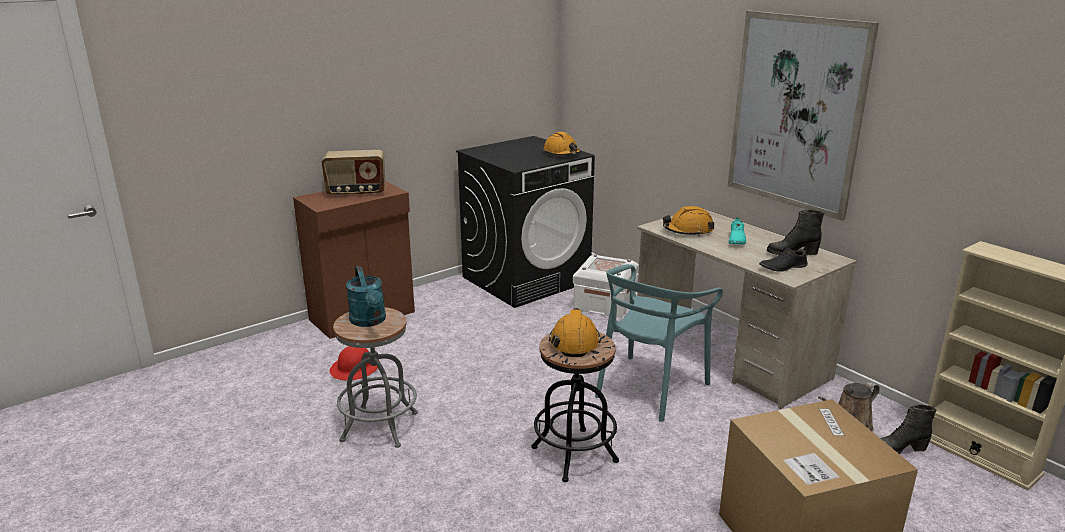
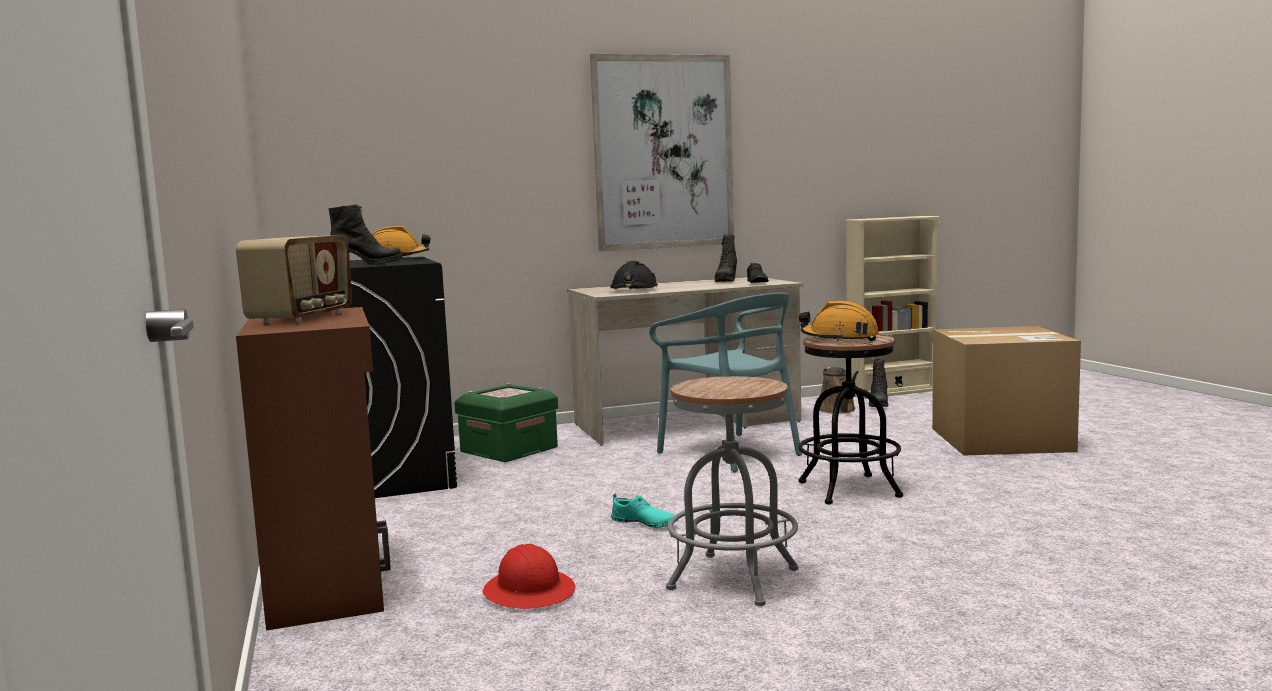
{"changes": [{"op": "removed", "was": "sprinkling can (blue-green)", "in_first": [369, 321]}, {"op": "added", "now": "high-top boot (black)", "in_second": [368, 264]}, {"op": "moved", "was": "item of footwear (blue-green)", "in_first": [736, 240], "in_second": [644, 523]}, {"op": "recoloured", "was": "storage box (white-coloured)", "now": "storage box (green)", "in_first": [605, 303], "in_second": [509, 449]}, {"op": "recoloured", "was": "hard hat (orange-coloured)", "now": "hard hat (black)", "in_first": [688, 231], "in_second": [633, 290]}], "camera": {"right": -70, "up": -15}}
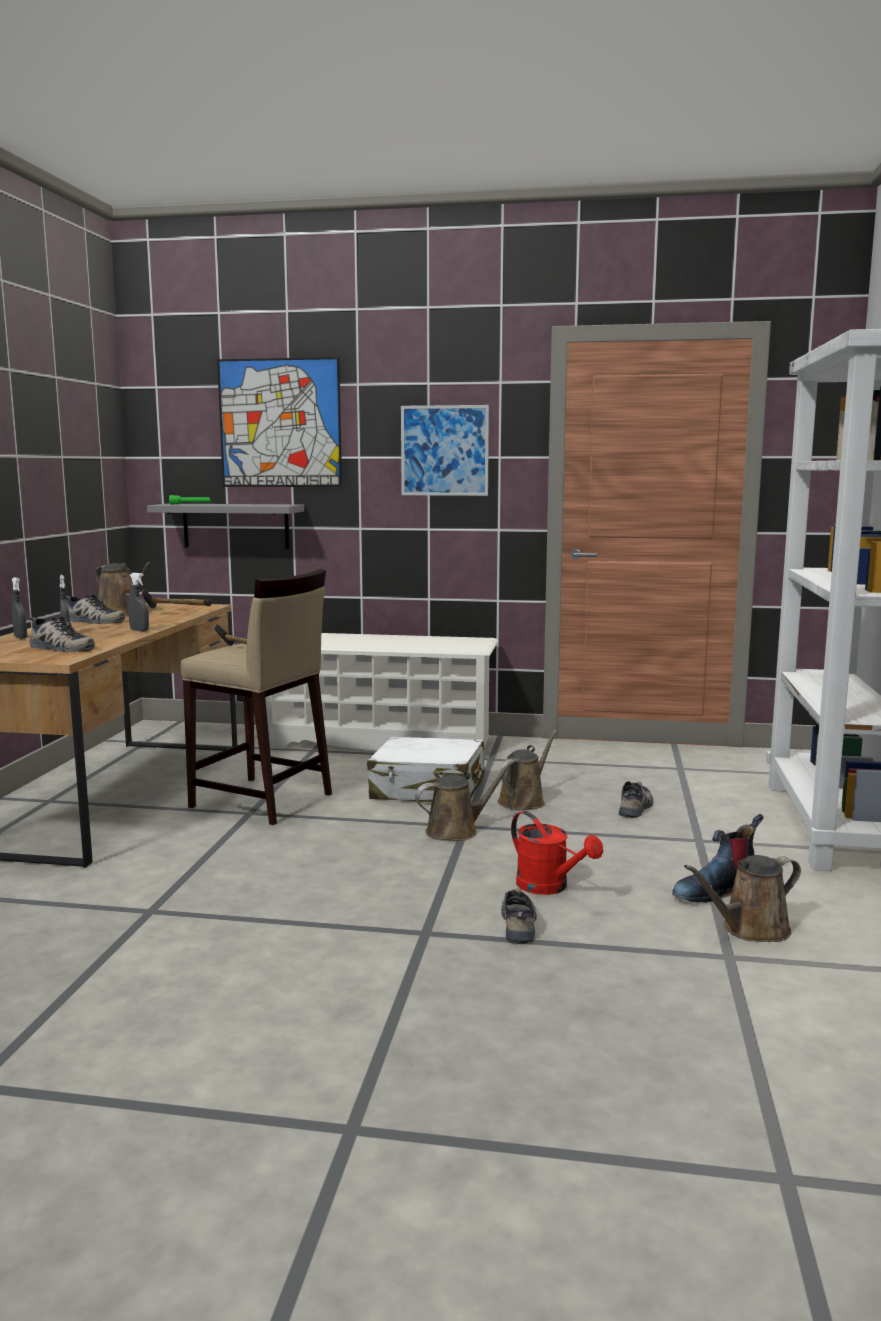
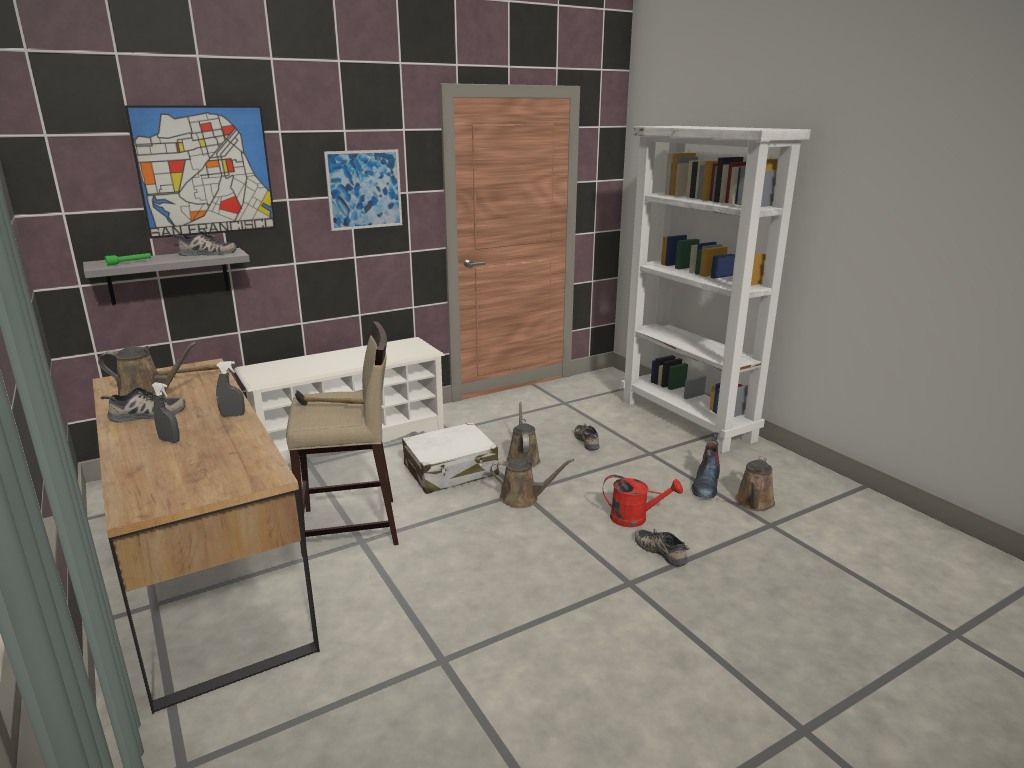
{"changes": [{"op": "removed", "was": "spray bottle (greyish)", "in_first": [20, 637]}, {"op": "moved", "was": "item of footwear", "in_first": [59, 648], "in_second": [206, 254]}, {"op": "turned", "was": "sprinkling can (brownish)", "in_first": [456, 831], "in_second": [523, 498], "clockwise": 75}], "camera": {"right": -40, "up": 10}}
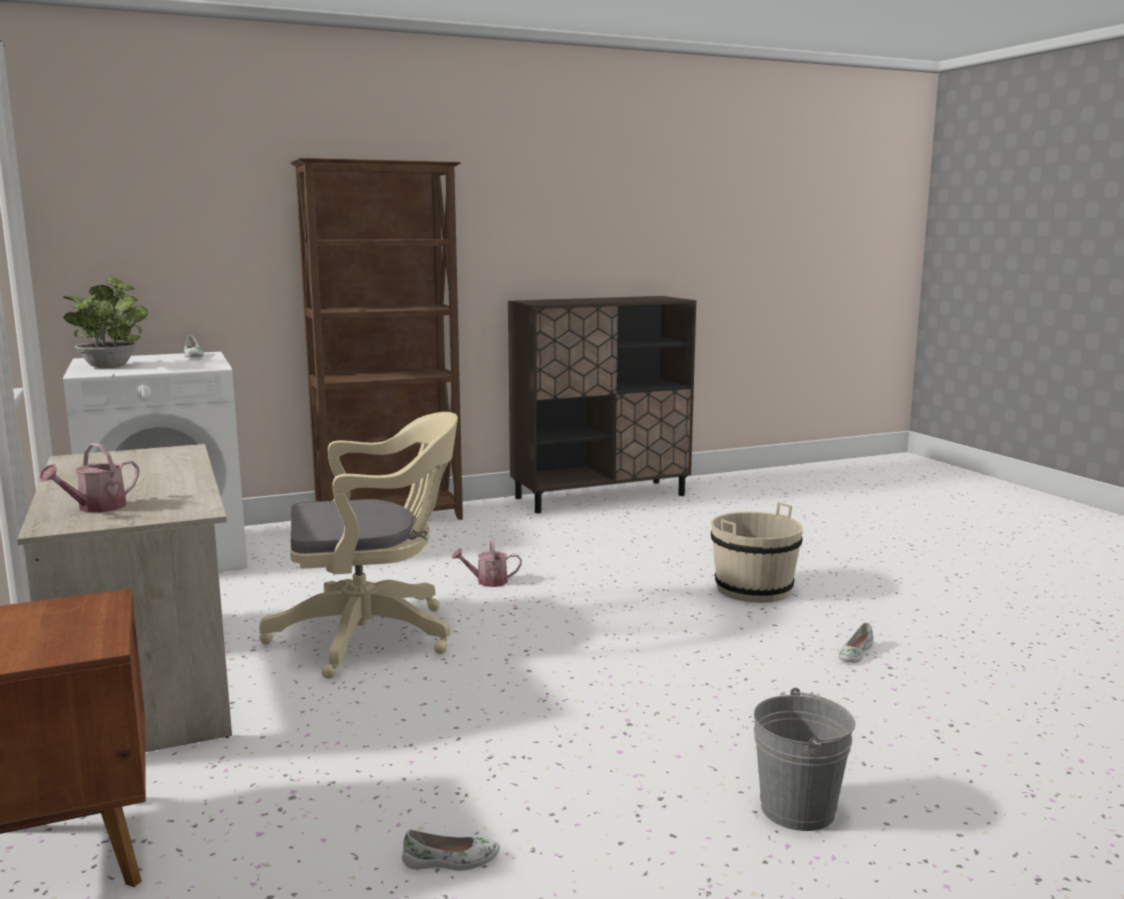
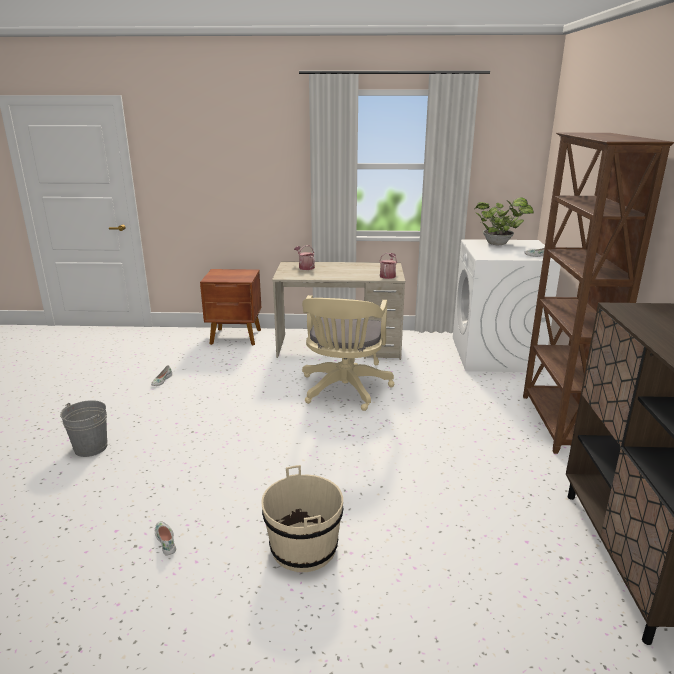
{"changes": [{"op": "moved", "was": "sprinkling can", "in_first": [487, 581], "in_second": [388, 275]}], "camera": {"right": 115, "up": 10}}
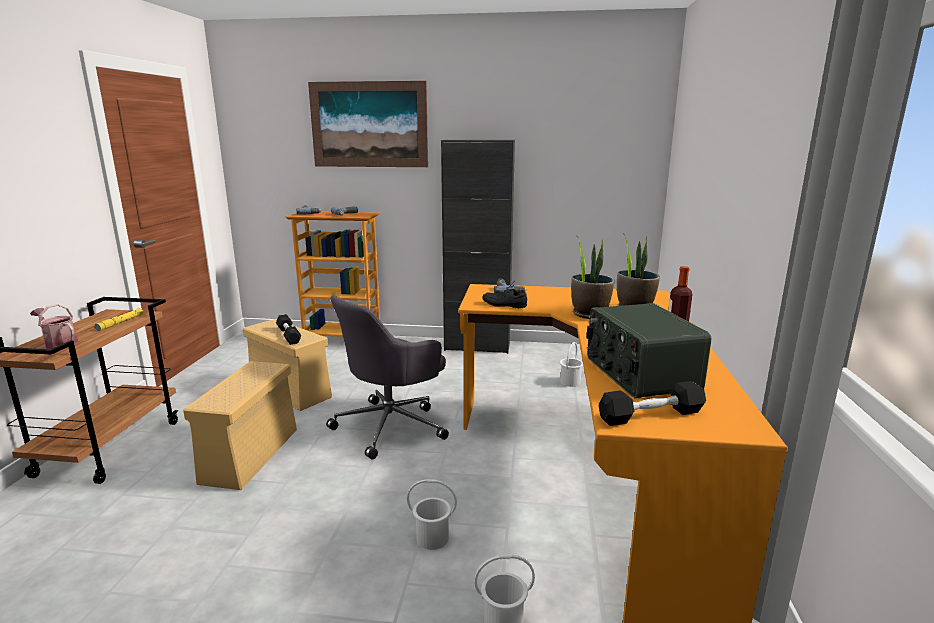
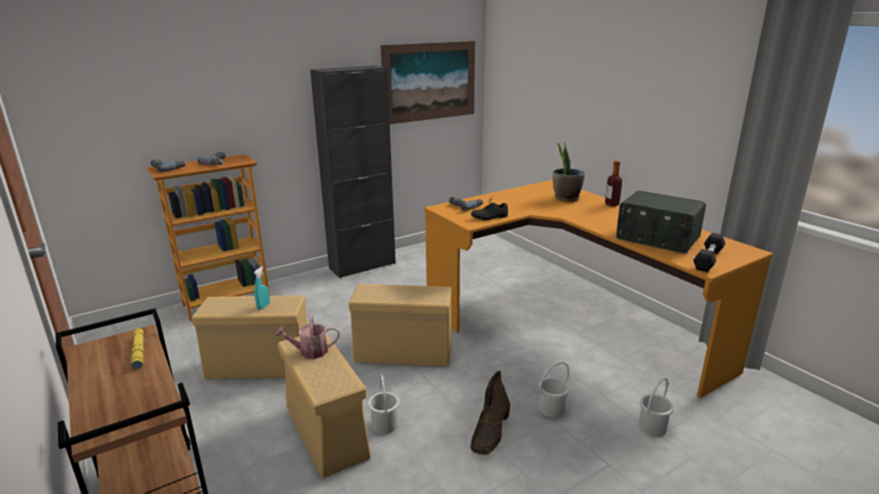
{"changes": [{"op": "removed", "was": "plant in a pot", "in_first": [589, 314]}, {"op": "added", "now": "high-top boot (brownish)", "in_second": [490, 432]}, {"op": "moved", "was": "sprinkling can", "in_first": [59, 343], "in_second": [309, 351]}, {"op": "moved", "was": "picture", "in_first": [369, 125], "in_second": [430, 81]}, {"op": "moved", "was": "water bucket (white-coloured)", "in_first": [570, 382], "in_second": [384, 425]}, {"op": "replaced", "was": "free weight (black)", "now": "spray bottle (blue-green)", "in_first": [289, 335], "in_second": [263, 306]}, {"op": "replaced", "was": "office chair (greyish)", "now": "storage box (beige-coloured)", "in_first": [391, 426], "in_second": [402, 353]}], "camera": {"right": -40, "up": 5}}
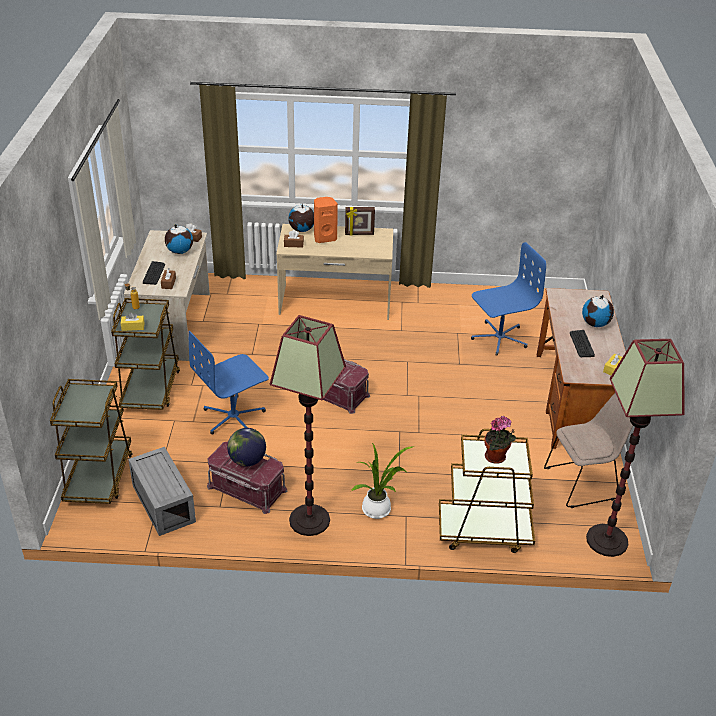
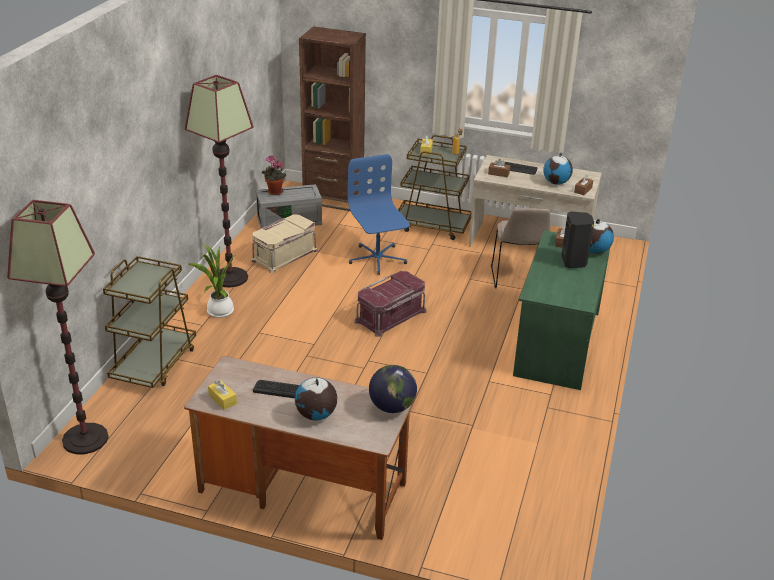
{"changes": [{"op": "removed", "was": "picture frame", "in_first": [359, 234]}, {"op": "removed", "was": "office chair (bluish)", "in_first": [499, 338]}, {"op": "moved", "was": "globe", "in_first": [247, 460], "in_second": [392, 407]}, {"op": "moved", "was": "plant in a pot", "in_first": [496, 458], "in_second": [274, 192]}, {"op": "moved", "was": "chair (beige-coloured)", "in_first": [583, 483], "in_second": [518, 278]}, {"op": "replaced", "was": "wheeled cart (brownish)", "now": "shelving unit (brownish)", "in_first": [99, 477], "in_second": [333, 199]}, {"op": "recoloured", "was": "storage box (red)", "now": "storage box (beige-coloured)", "in_first": [246, 489], "in_second": [284, 254]}, {"op": "recoloured", "was": "desk (beige-coloured)", "now": "desk (green)", "in_first": [335, 302], "in_second": [556, 343]}, {"op": "recoloured", "was": "loudspeaker (orange-coloured)", "now": "loudspeaker (black)", "in_first": [324, 238], "in_second": [574, 262]}], "camera": {"right": 105, "up": -5}}
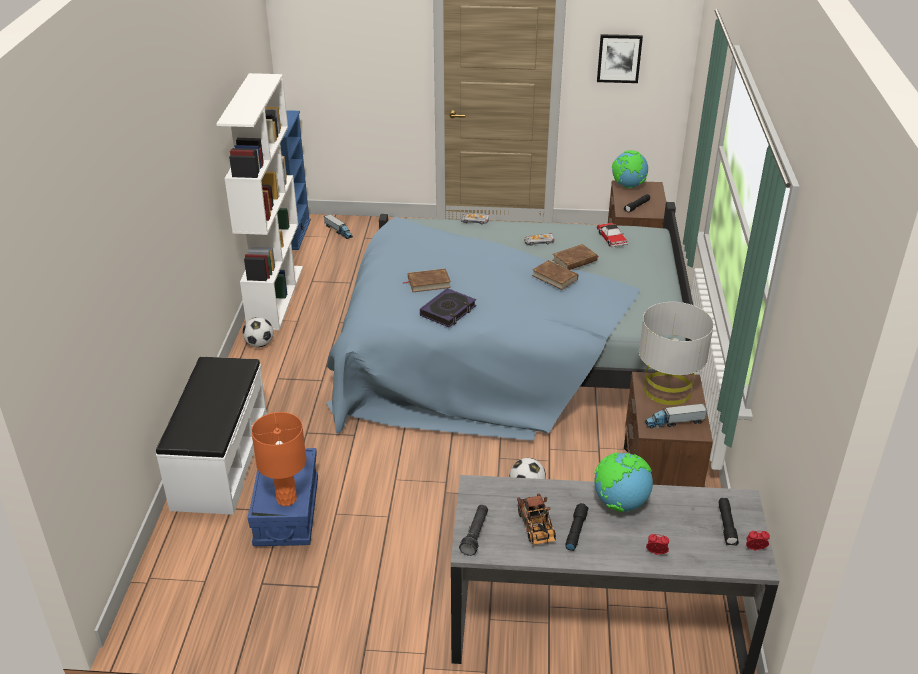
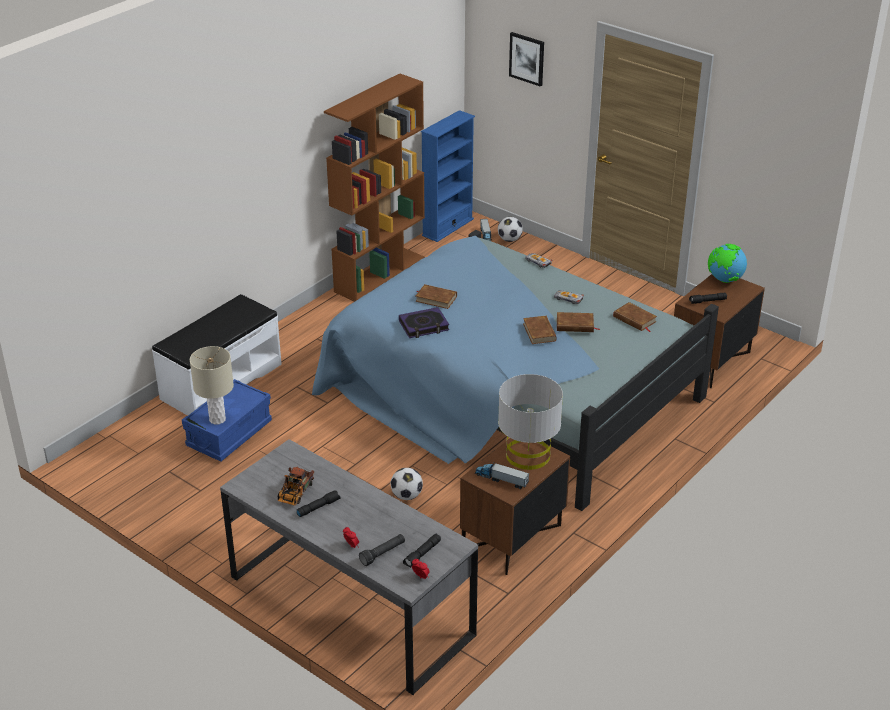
{"changes": [{"op": "removed", "was": "globe", "in_first": [619, 503]}, {"op": "moved", "was": "football ball", "in_first": [259, 344], "in_second": [509, 240]}, {"op": "moved", "was": "hand torch (black)", "in_first": [475, 534], "in_second": [383, 554]}, {"op": "moved", "was": "picture", "in_first": [619, 58], "in_second": [527, 58]}, {"op": "replaced", "was": "miniature car", "now": "volume (brownish)", "in_first": [611, 239], "in_second": [634, 319]}, {"op": "recoloured", "was": "shelving unit (white-coloured)", "now": "shelving unit (brownish)", "in_first": [275, 296], "in_second": [380, 274]}, {"op": "recoloured", "was": "lamp for a table (orange-coloured)", "now": "lamp for a table (beige-coloured)", "in_first": [287, 499], "in_second": [217, 419]}], "camera": {"right": 35, "up": 0}}
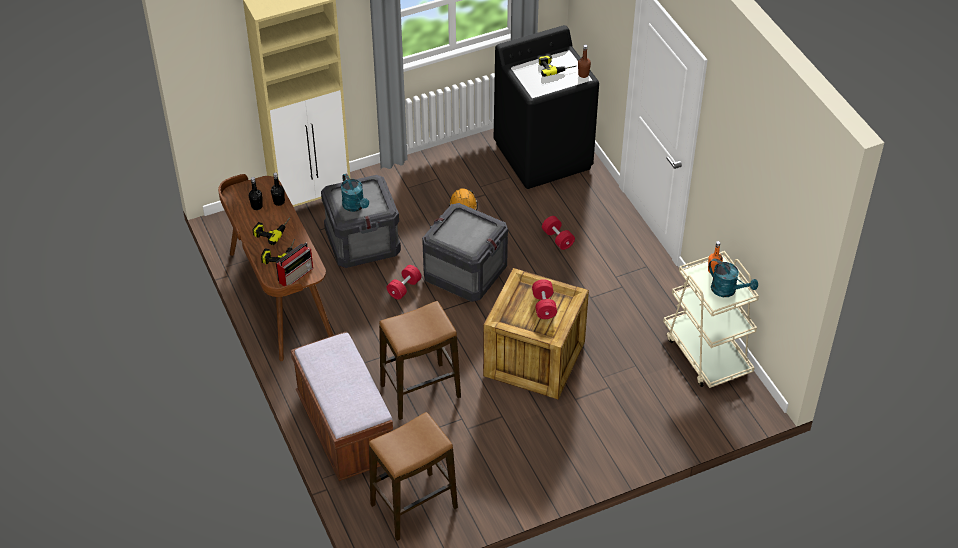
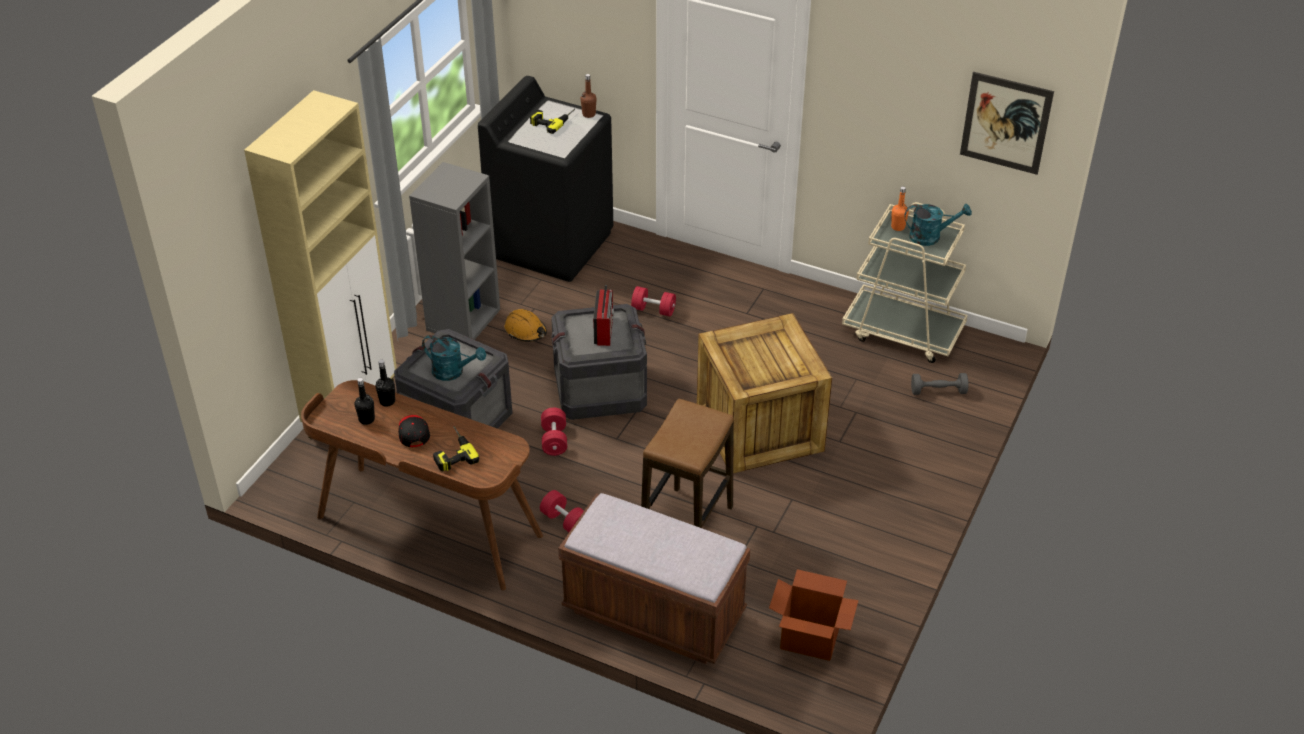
{"changes": [{"op": "added", "now": "shelving unit (greyish)", "in_second": [463, 319]}, {"op": "added", "now": "free weight (greyish)", "in_second": [938, 391]}, {"op": "added", "now": "picture", "in_second": [1005, 123]}, {"op": "moved", "was": "radio set", "in_first": [296, 274], "in_second": [604, 329]}, {"op": "moved", "was": "free weight (red)", "in_first": [544, 306], "in_second": [565, 521]}, {"op": "replaced", "was": "electric drill", "now": "cap (black)", "in_first": [272, 230], "in_second": [413, 433]}, {"op": "replaced", "was": "stool seat", "now": "carton", "in_first": [414, 506], "in_second": [810, 639]}], "camera": {"right": -40, "up": -5}}
